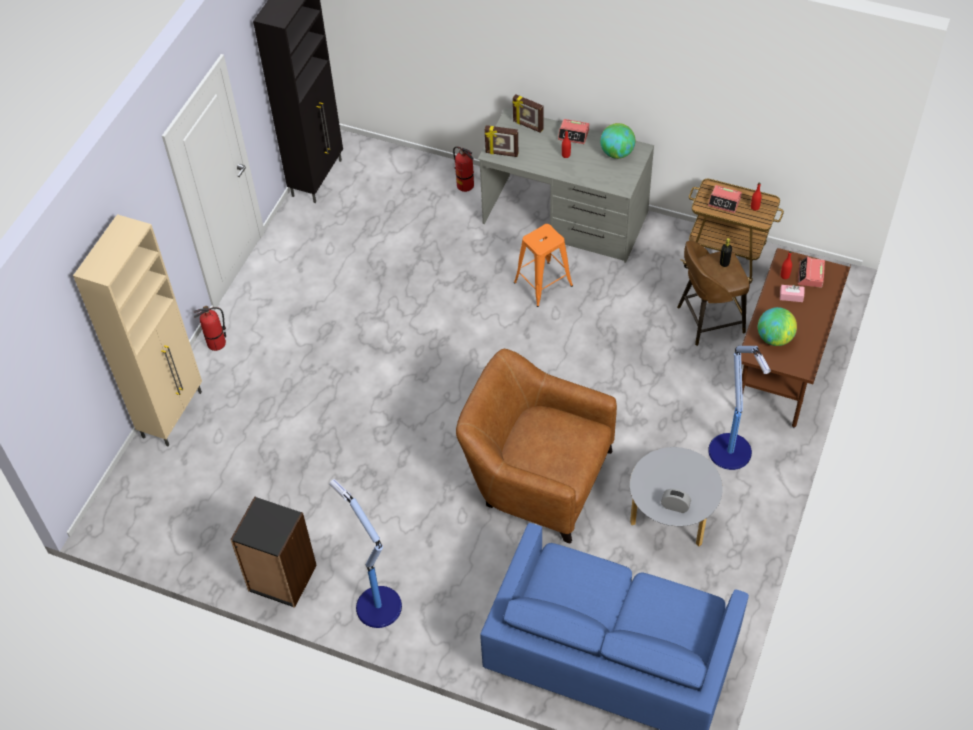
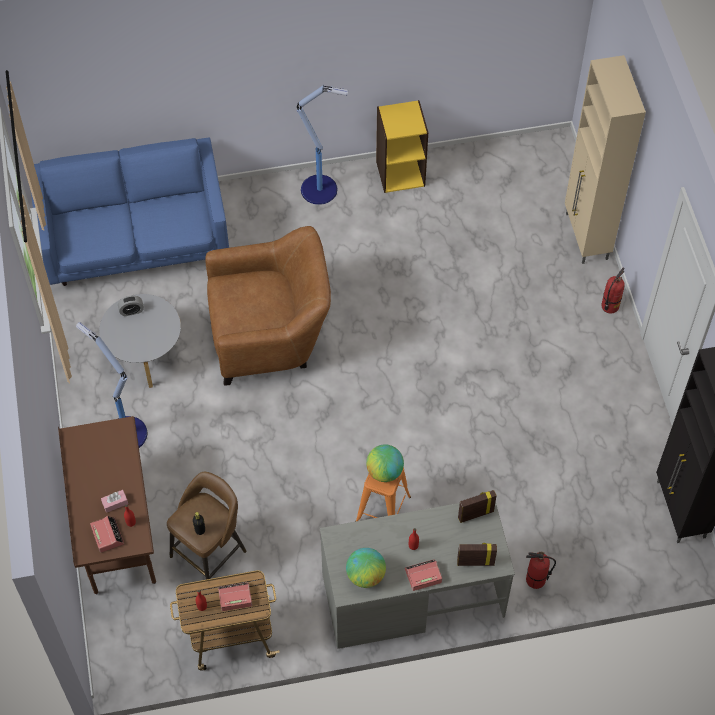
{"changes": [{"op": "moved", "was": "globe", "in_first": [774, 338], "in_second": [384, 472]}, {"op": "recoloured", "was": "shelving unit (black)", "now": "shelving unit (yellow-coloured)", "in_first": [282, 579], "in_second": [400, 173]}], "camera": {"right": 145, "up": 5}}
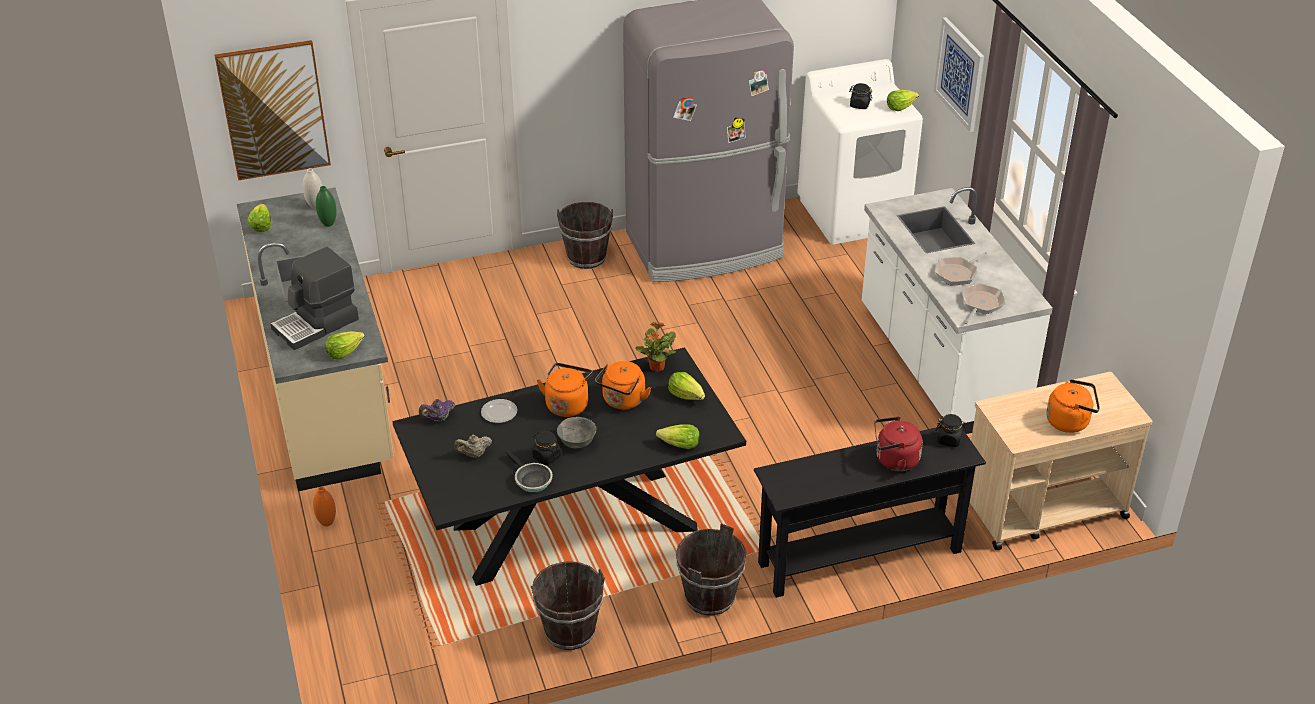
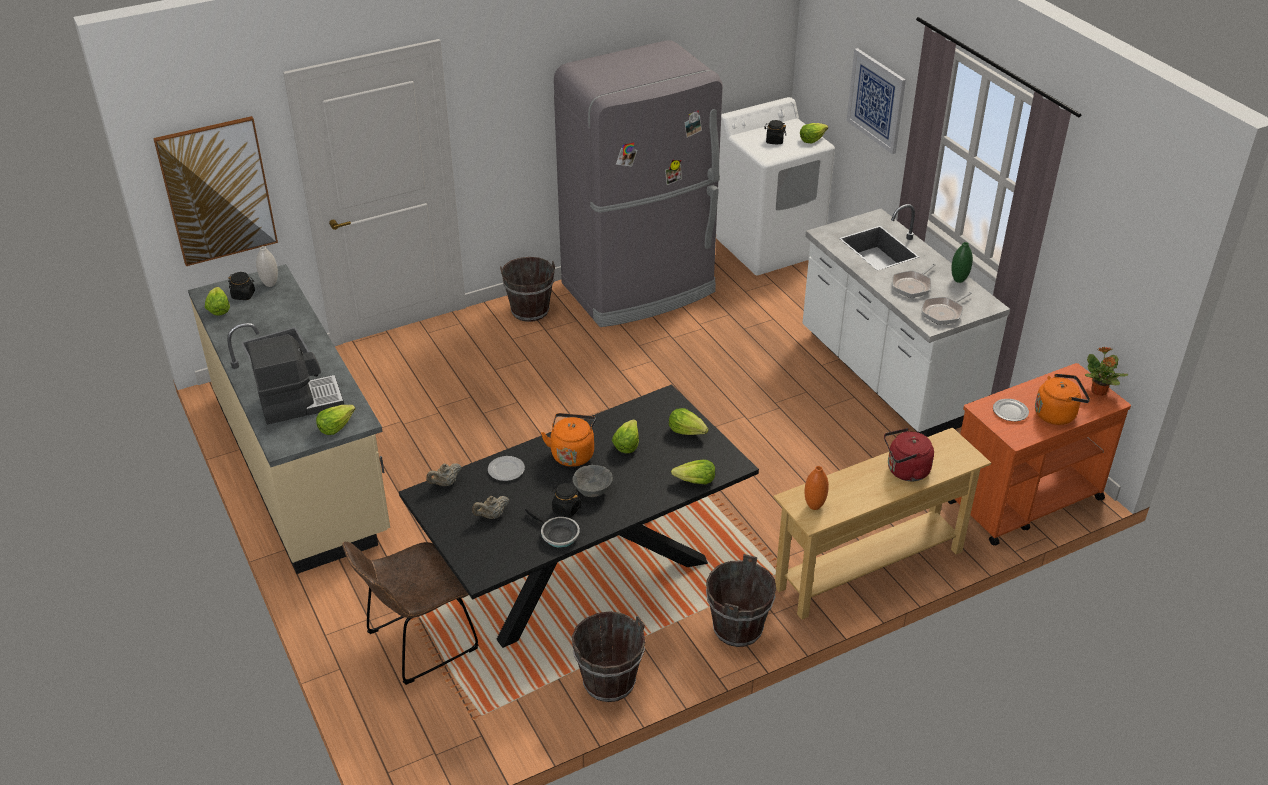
{"changes": [{"op": "added", "now": "chair (brownish)", "in_second": [417, 644]}, {"op": "added", "now": "dinner plate", "in_second": [1010, 411]}, {"op": "moved", "was": "vase (orange-coloured)", "in_first": [327, 523], "in_second": [814, 506]}, {"op": "moved", "was": "vase (green)", "in_first": [328, 224], "in_second": [958, 280]}, {"op": "moved", "was": "plant in a pot", "in_first": [656, 367], "in_second": [1098, 392]}, {"op": "moved", "was": "jar (black)", "in_first": [949, 440], "in_second": [243, 295]}, {"op": "replaced", "was": "kettle (orange-coloured)", "now": "lettuce", "in_first": [622, 401], "in_second": [626, 444]}, {"op": "recoloured", "was": "tea pot (purple-coloured)", "now": "tea pot (beige-coloured)", "in_first": [438, 419], "in_second": [445, 483]}, {"op": "recoloured", "was": "hall table (black)", "now": "hall table (beige-coloured)", "in_first": [860, 558], "in_second": [870, 569]}, {"op": "recoloured", "was": "wheeled cart (beige-coloured)", "now": "wheeled cart (orange-coloured)", "in_first": [1042, 509], "in_second": [1023, 500]}, {"op": "turned", "was": "coffee maker", "in_first": [317, 324], "in_second": [300, 402], "clockwise": -150}, {"op": "turned", "was": "skillet", "in_first": [980, 304], "in_second": [944, 313], "clockwise": -150}], "camera": {"right": -10, "up": 0}}
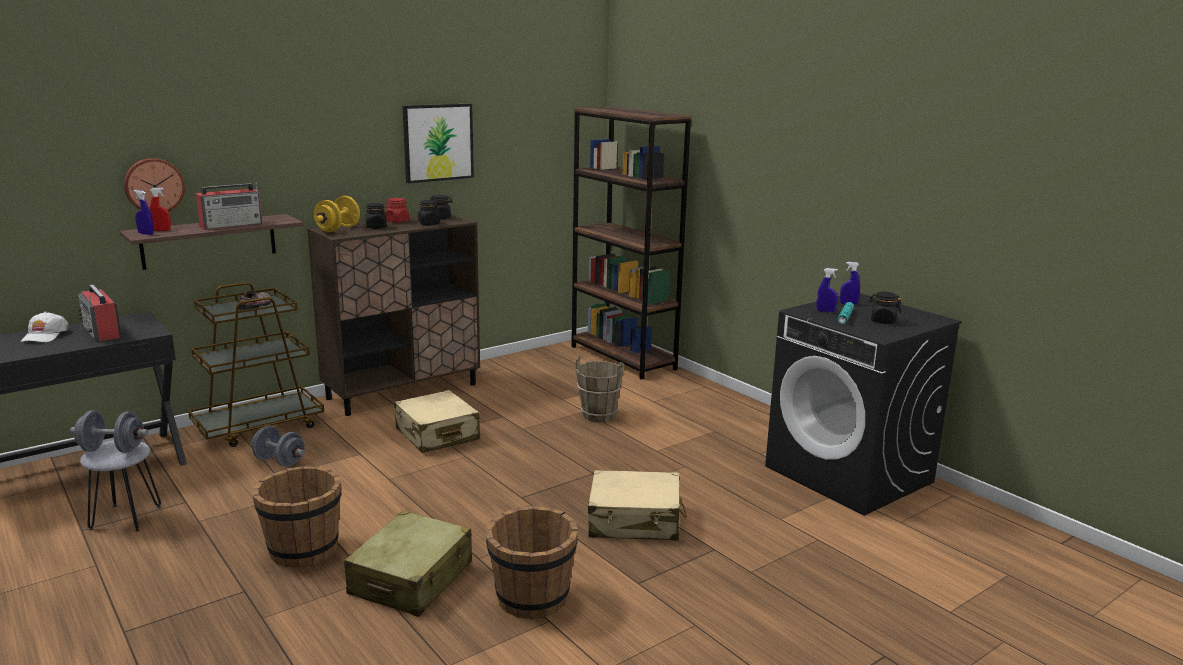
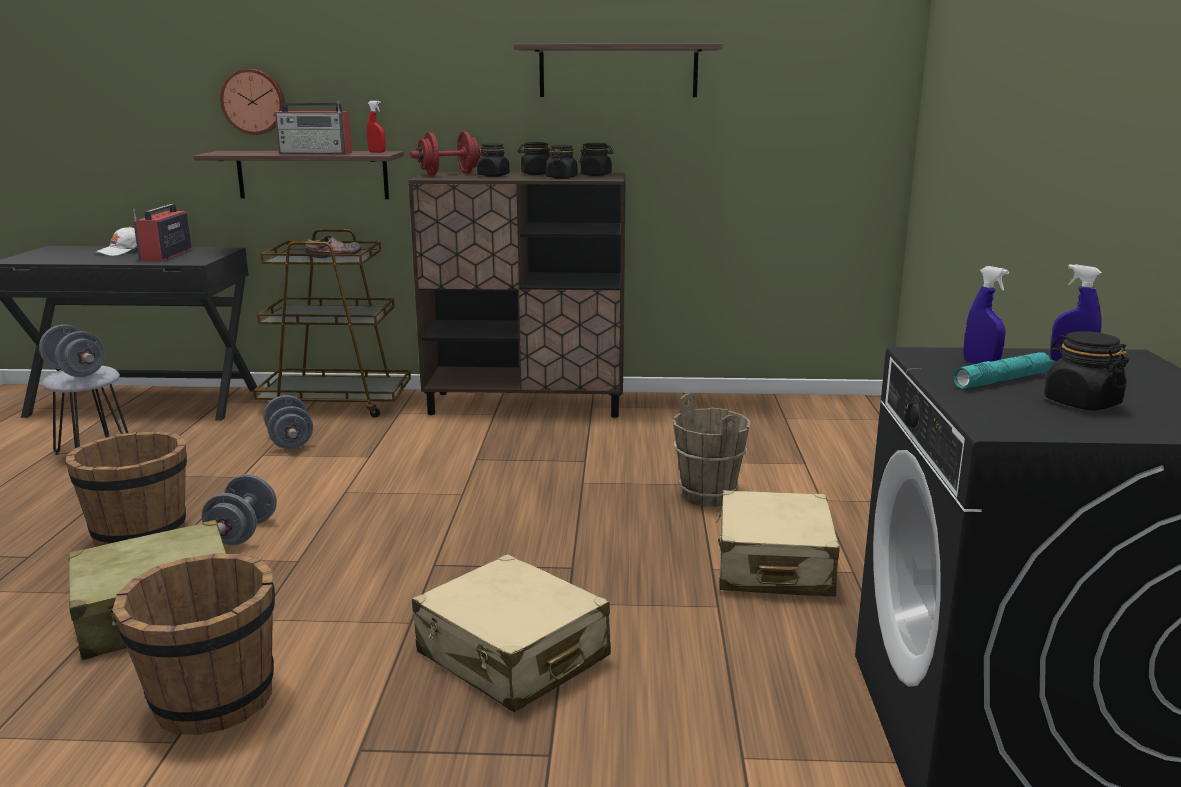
{"changes": [{"op": "removed", "was": "spray bottle (bluish)", "in_first": [146, 234]}, {"op": "removed", "was": "shelving unit (brownish)", "in_first": [623, 358]}, {"op": "added", "now": "free weight (greyish)", "in_second": [243, 533]}, {"op": "moved", "was": "spray bottle (red)", "in_first": [161, 230], "in_second": [377, 152]}, {"op": "moved", "was": "travel case (beige-coloured)", "in_first": [437, 435], "in_second": [773, 566]}, {"op": "replaced", "was": "picture", "now": "bracket shelf", "in_first": [438, 142], "in_second": [618, 71]}, {"op": "recoloured", "was": "free weight (yellow-coloured)", "now": "free weight (red)", "in_first": [338, 229], "in_second": [449, 174]}, {"op": "recoloured", "was": "jar (red)", "now": "jar (black)", "in_first": [397, 221], "in_second": [535, 174]}], "camera": {"right": 40, "up": 0}}
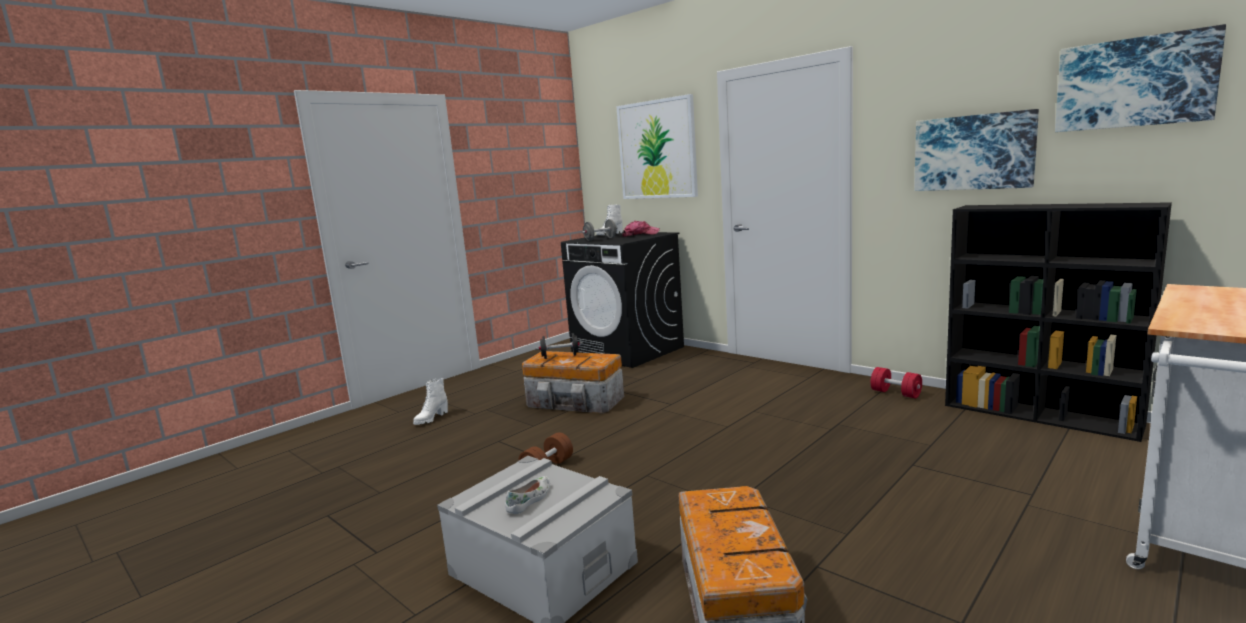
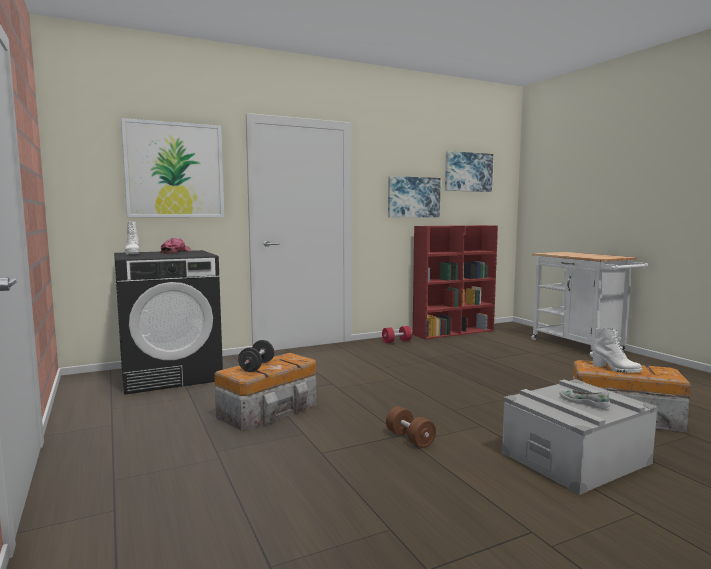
{"changes": [{"op": "removed", "was": "free weight (greyish)", "in_first": [600, 239]}, {"op": "moved", "was": "high-top boot (white-coloured)", "in_first": [431, 419], "in_second": [615, 369]}, {"op": "recoloured", "was": "shelving unit (black)", "now": "shelving unit (red)", "in_first": [1041, 415], "in_second": [454, 332]}], "camera": {"right": -70, "up": -5}}
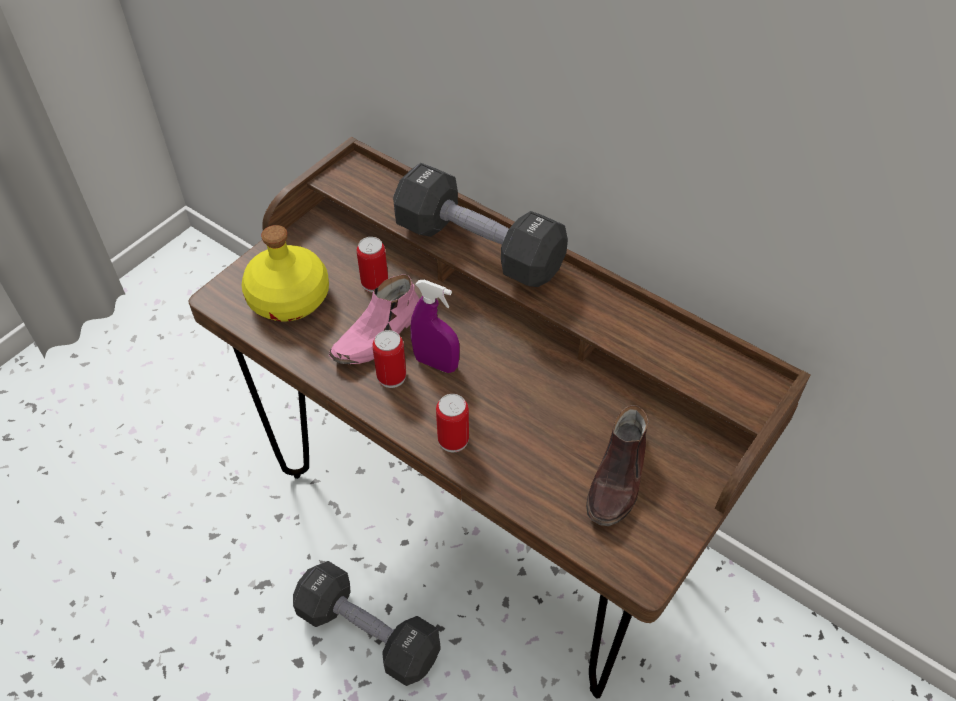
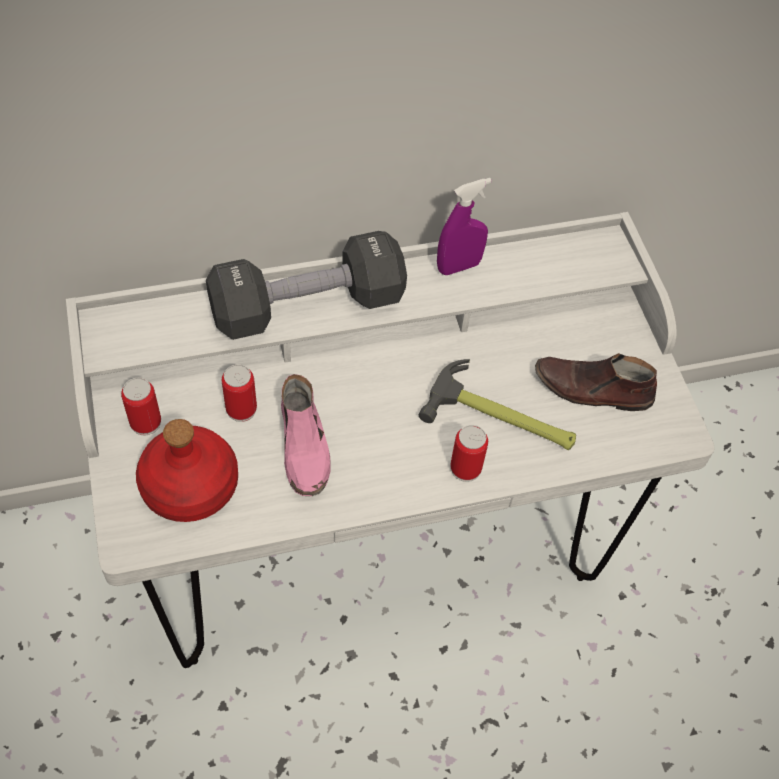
{"changes": [{"op": "removed", "was": "free weight (black)", "in_first": [368, 632]}, {"op": "added", "now": "hand hammer", "in_second": [502, 418]}, {"op": "moved", "was": "sealed can", "in_first": [391, 376], "in_second": [145, 422]}, {"op": "moved", "was": "spray bottle (purple-coloured)", "in_first": [436, 363], "in_second": [458, 266]}, {"op": "recoloured", "was": "desk (brownish)", "now": "desk (white-coloured)", "in_first": [479, 521], "in_second": [375, 547]}, {"op": "recoloured", "was": "drink bottle (yellow-coloured)", "now": "drink bottle (red)", "in_first": [288, 298], "in_second": [191, 486]}, {"op": "turned", "was": "item of footwear (brownish)", "in_first": [618, 478], "in_second": [592, 390], "clockwise": 135}], "camera": {"right": -55, "up": 5}}
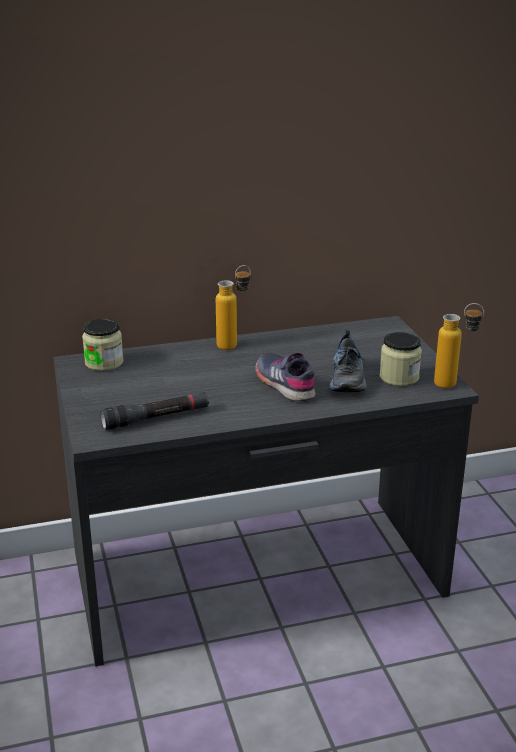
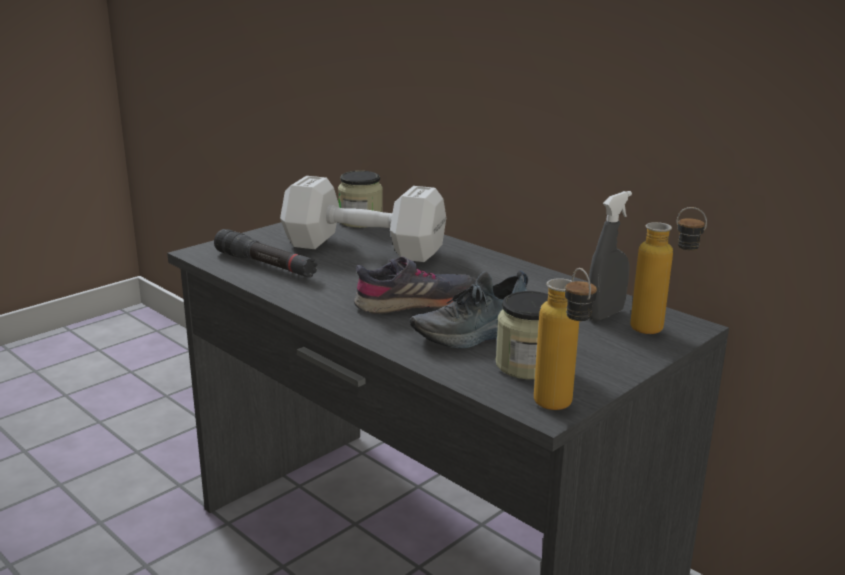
{"changes": [{"op": "added", "now": "free weight (white-coloured)", "in_second": [367, 249]}, {"op": "added", "now": "spray bottle (greyish)", "in_second": [605, 314]}, {"op": "moved", "was": "drink bottle", "in_first": [234, 344], "in_second": [660, 331]}, {"op": "turned", "was": "item of footwear (greyish)", "in_first": [285, 384], "in_second": [416, 303], "clockwise": 45}], "camera": {"right": 60, "up": -5}}
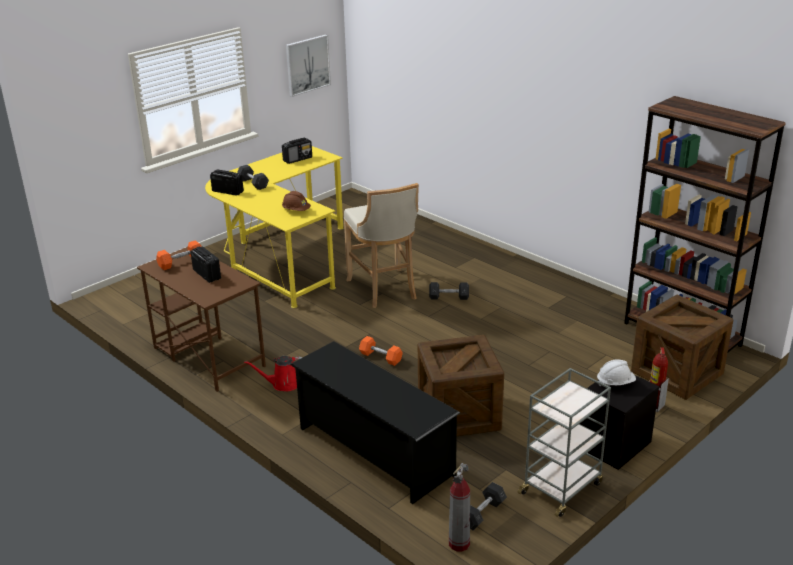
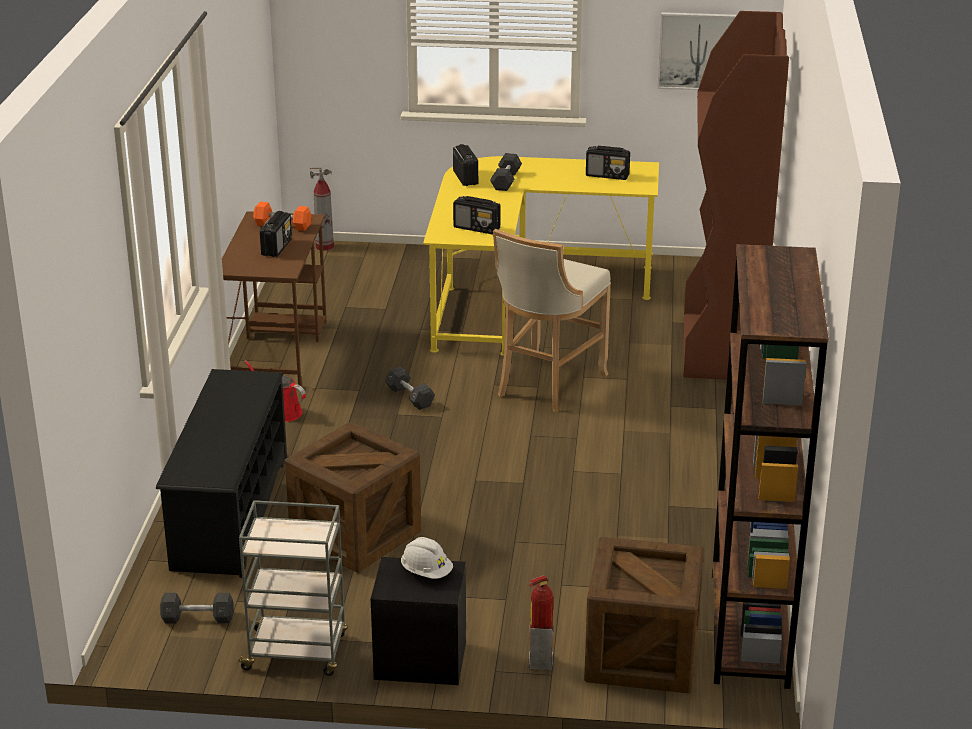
{"changes": [{"op": "removed", "was": "free weight (orange-coloured)", "in_first": [380, 357]}, {"op": "added", "now": "shelving unit (brownish)", "in_second": [721, 349]}, {"op": "moved", "was": "free weight (greyish)", "in_first": [449, 297], "in_second": [410, 397]}, {"op": "moved", "was": "extinguisher", "in_first": [459, 543], "in_second": [325, 246]}, {"op": "replaced", "was": "hard hat (brownish)", "now": "radio set", "in_first": [296, 210], "in_second": [477, 228]}], "camera": {"right": 50, "up": 0}}
